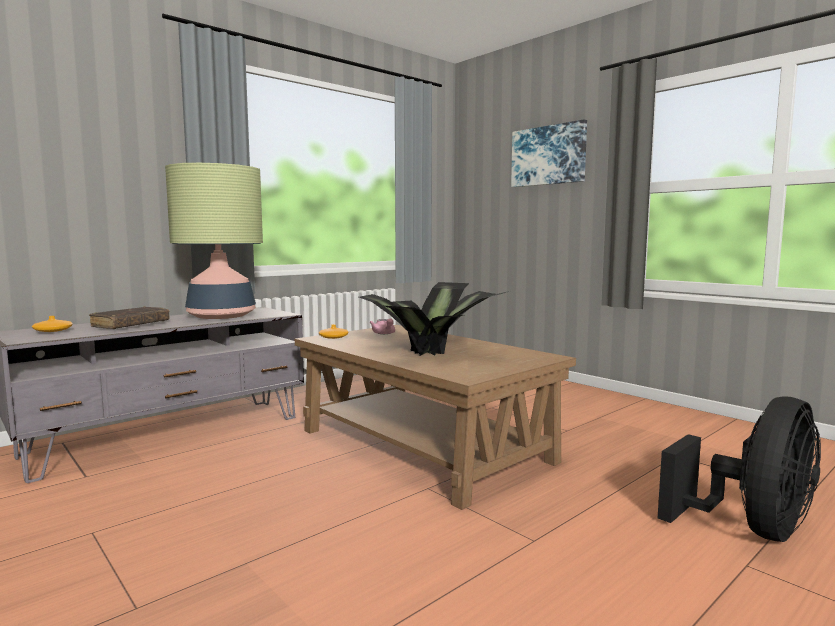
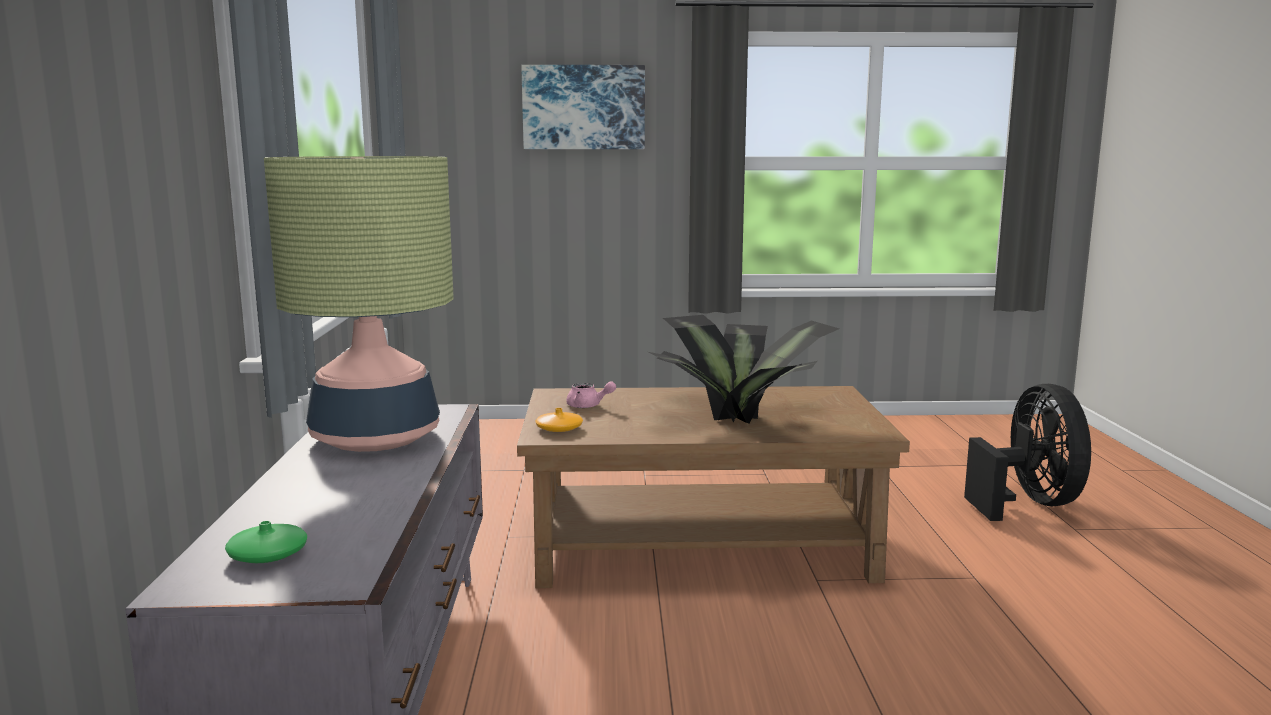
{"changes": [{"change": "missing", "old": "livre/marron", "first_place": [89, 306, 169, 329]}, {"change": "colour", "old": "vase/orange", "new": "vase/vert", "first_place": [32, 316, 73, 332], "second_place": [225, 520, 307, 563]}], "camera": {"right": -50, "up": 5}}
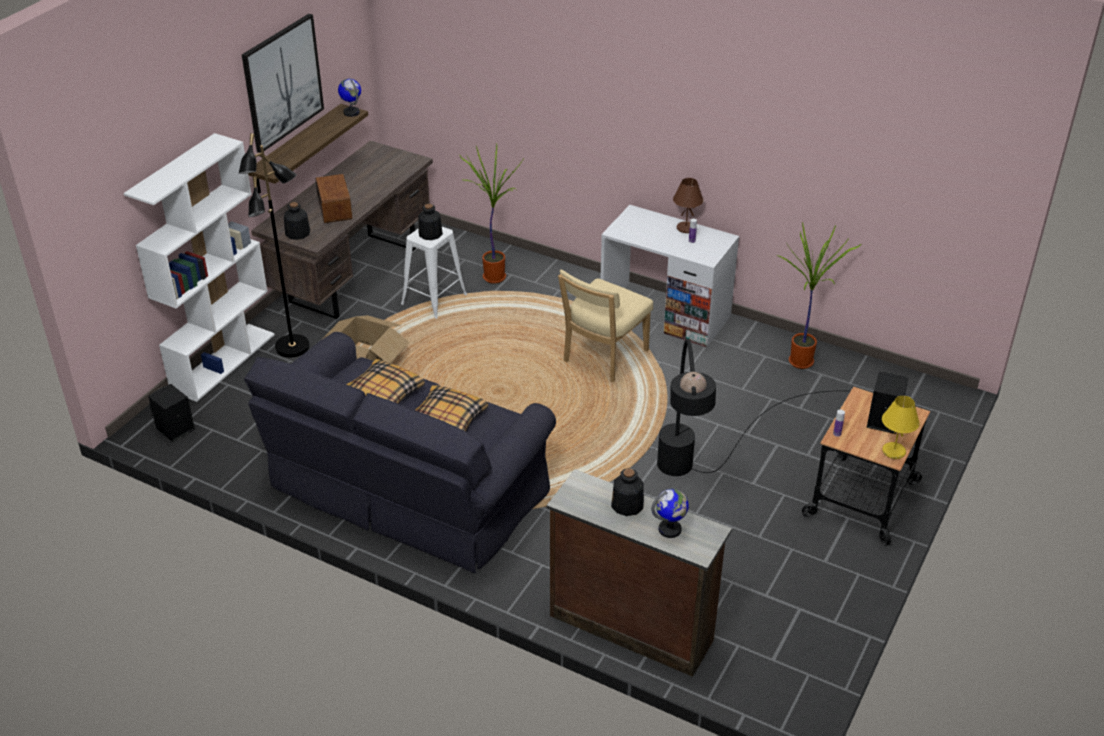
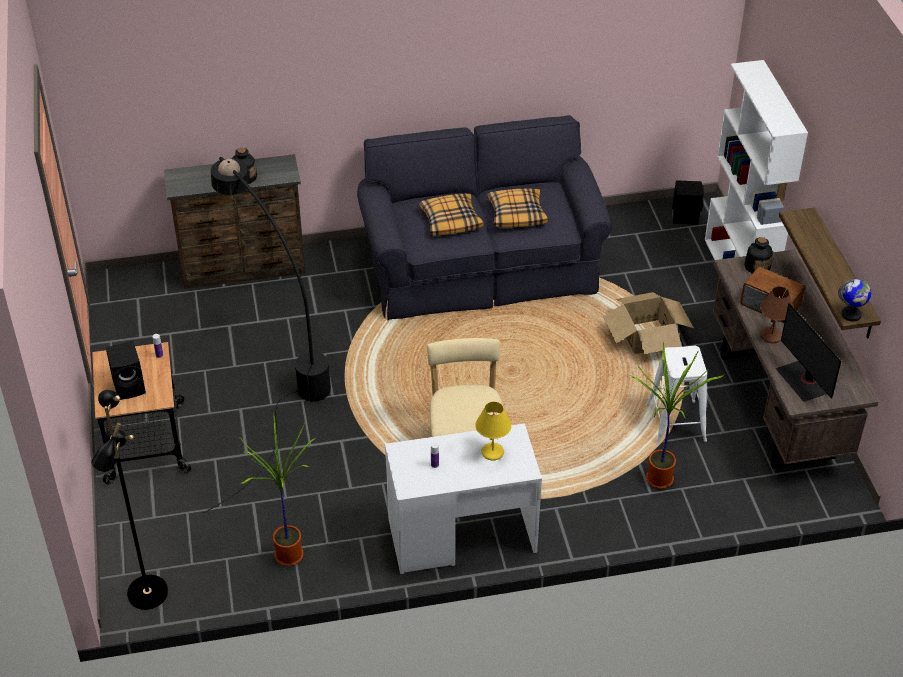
{"changes": [{"change": "missing", "old": "tableau", "first_place": [242, 14, 324, 153]}, {"change": "relocated", "old": "lampadaire/noir", "first_place": [239, 133, 310, 358], "second_place": [91, 390, 168, 610]}, {"change": "relocated", "old": "lampe de table/marron", "first_place": [673, 178, 703, 233], "second_place": [760, 286, 793, 343]}, {"change": "missing", "old": "bouteille", "first_place": [418, 204, 443, 240]}, {"change": "relocated", "old": "lampe de table/jaune", "first_place": [882, 396, 920, 459], "second_place": [475, 402, 512, 461]}, {"change": "missing", "old": "globe", "first_place": [651, 489, 689, 538]}, {"change": "appeared", "new": "écran d'ordinateur", "second_place": [776, 303, 841, 402]}], "camera": {"right": 140, "up": 5}}
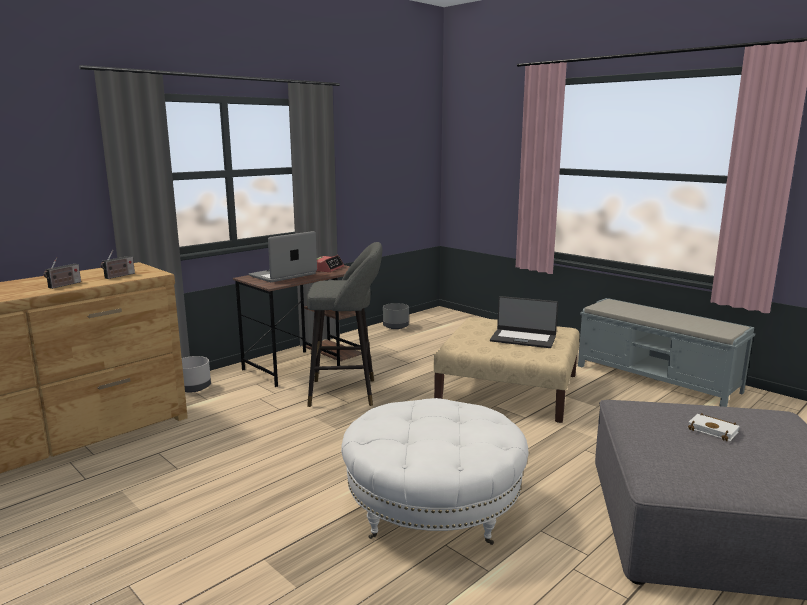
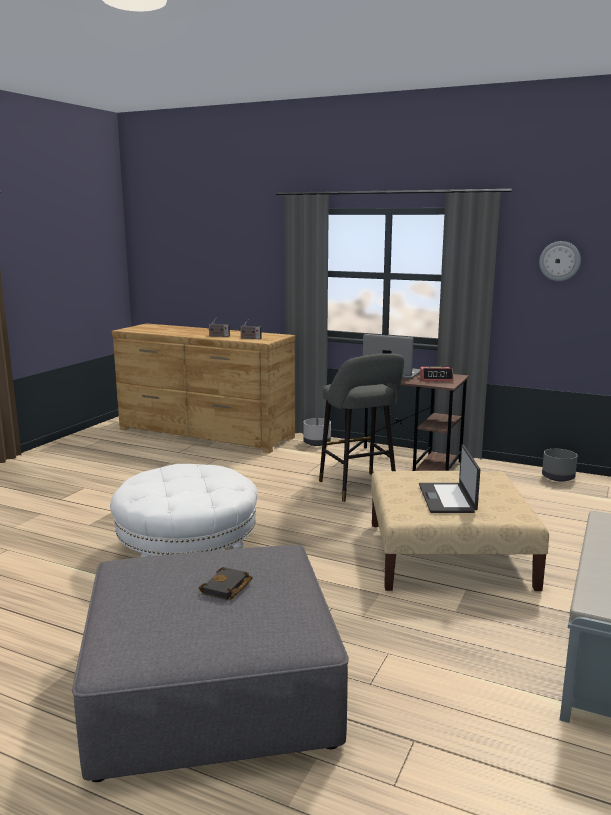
{"changes": [{"change": "colour", "old": "livre/blanc", "new": "livre/noir", "first_place": [688, 413, 740, 441], "second_place": [199, 567, 253, 600]}, {"change": "appeared", "new": "horloge murale", "second_place": [539, 241, 581, 281]}], "camera": {"right": 70, "up": 0}}
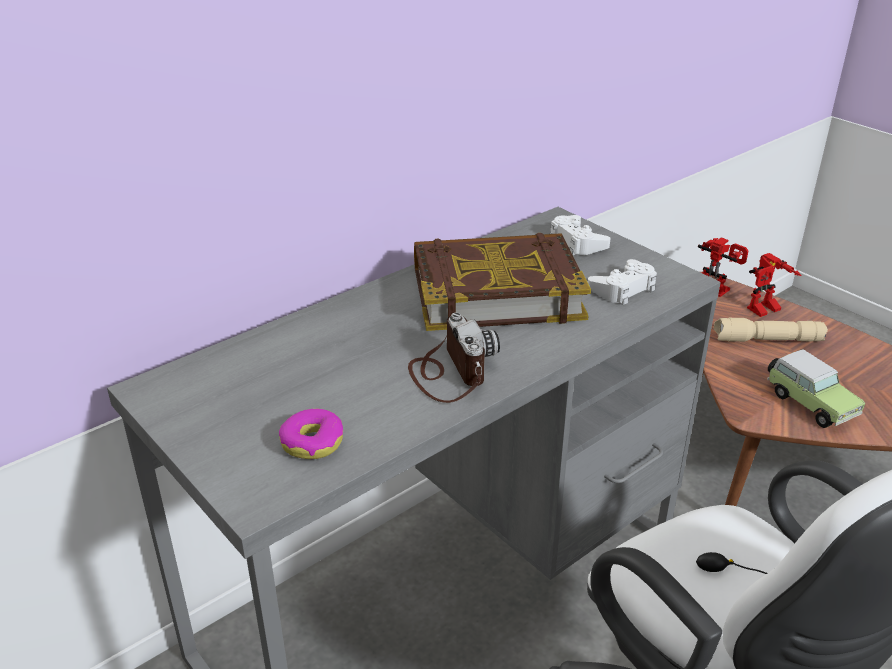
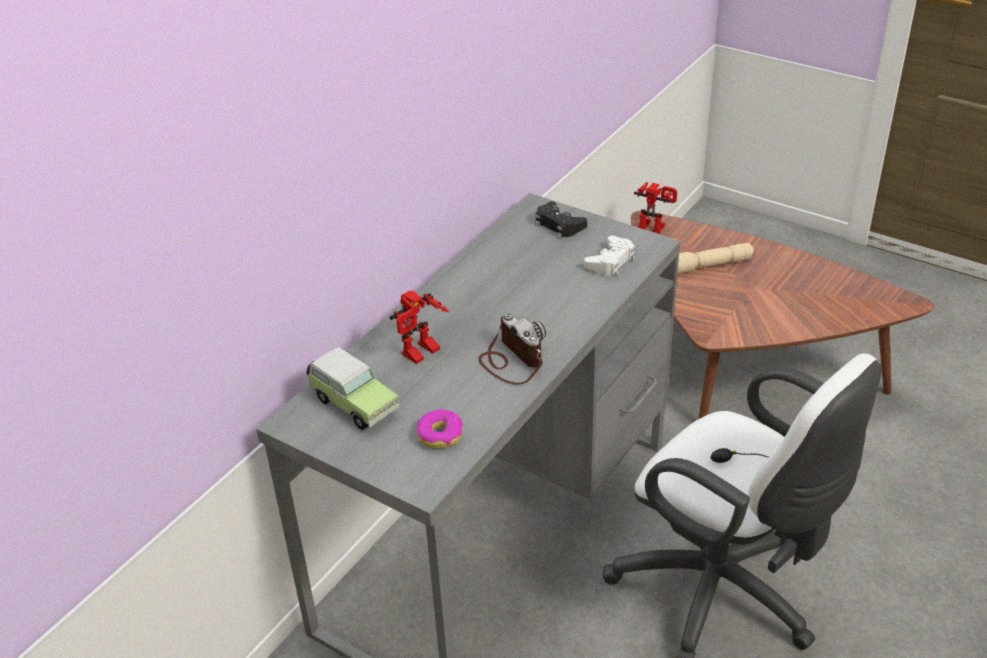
{"changes": [{"change": "colour", "old": "manette/blanc", "new": "manette/noir", "first_place": [550, 215, 611, 255], "second_place": [535, 201, 587, 239]}, {"change": "missing", "old": "livre", "first_place": [414, 233, 591, 331]}, {"change": "relocated", "old": "robot jouet", "first_place": [747, 253, 802, 317], "second_place": [390, 290, 449, 364]}, {"change": "relocated", "old": "petite voiture", "first_place": [767, 349, 866, 428], "second_place": [306, 347, 400, 430]}], "camera": {"right": -15, "up": 5}}
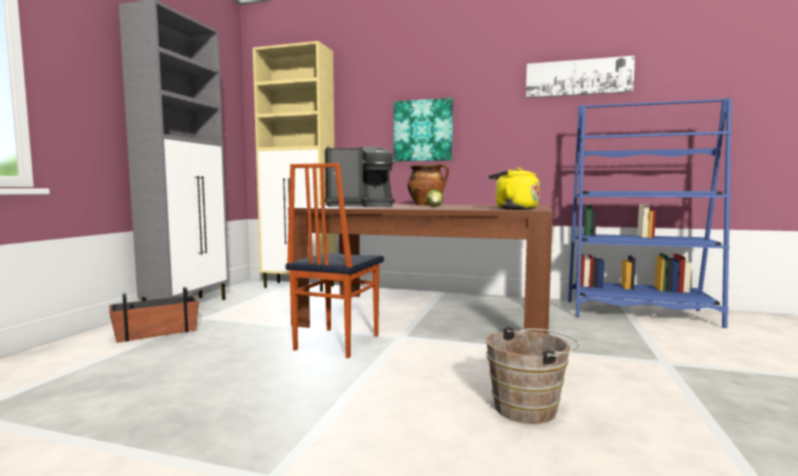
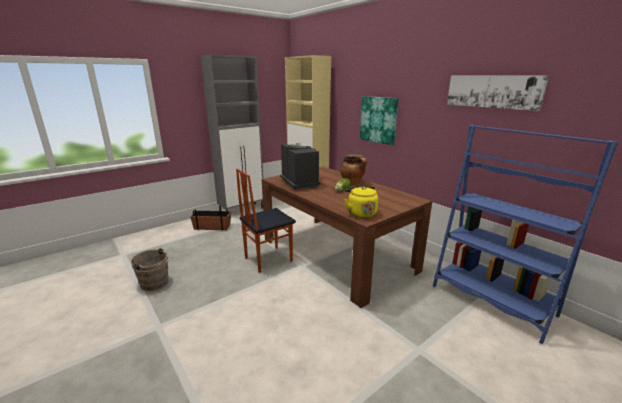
{"changes": [{"change": "spun", "old": "machine à café", "first_place": [325, 147, 395, 207], "second_place": [280, 144, 320, 190], "degrees": -135}, {"change": "relocated", "old": "seau/marron", "first_place": [486, 327, 579, 424], "second_place": [131, 248, 171, 291]}], "camera": {"right": 35, "up": 15}}
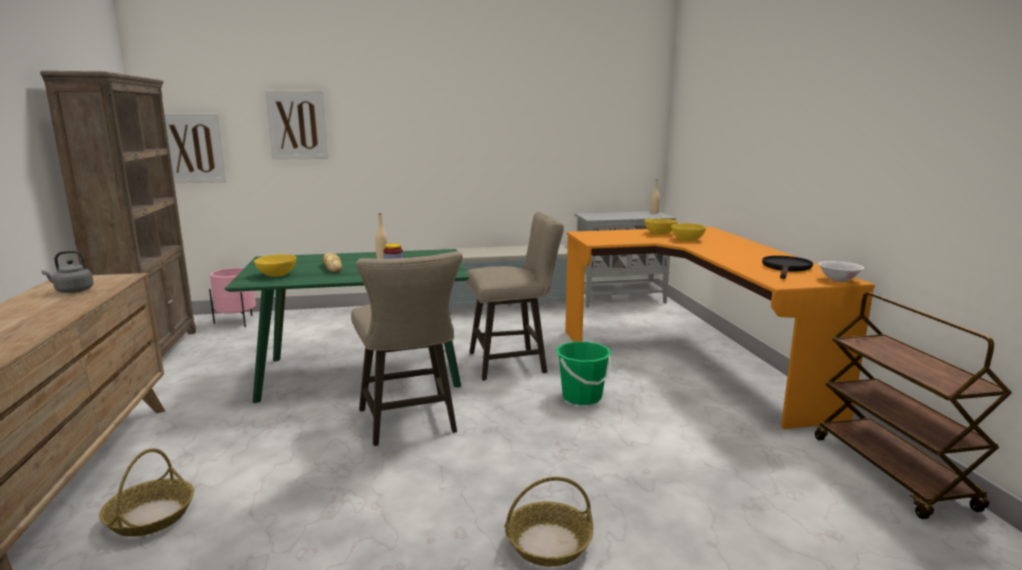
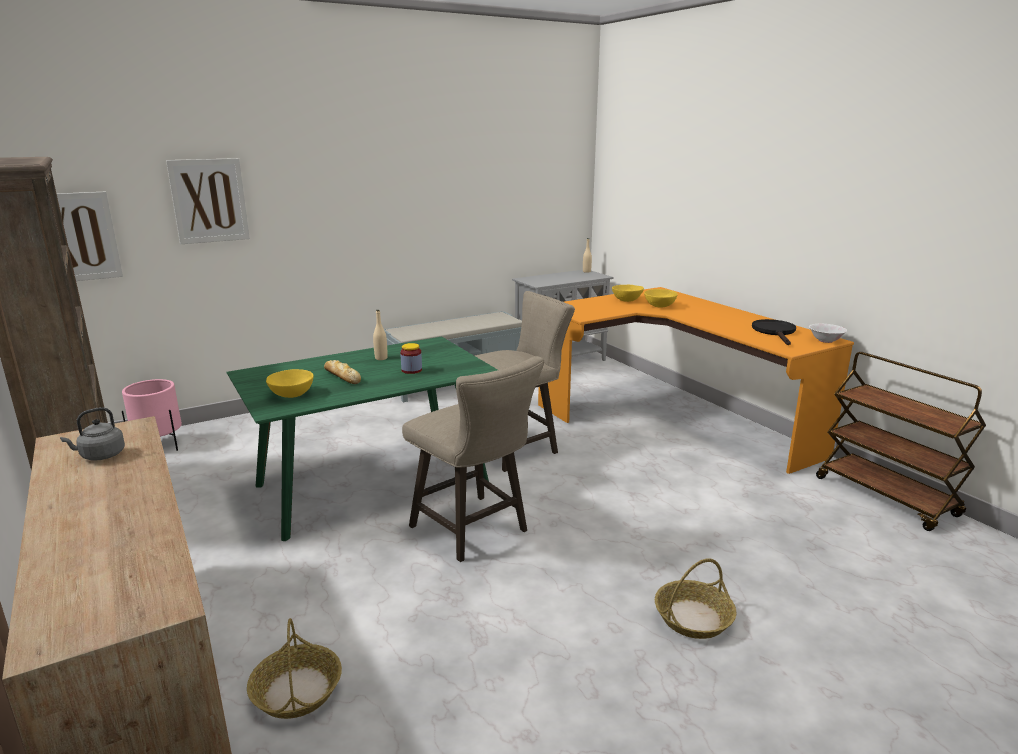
{"changes": [{"change": "missing", "old": "seau/vert", "first_place": [556, 342, 612, 405]}], "camera": {"right": -20, "up": 5}}
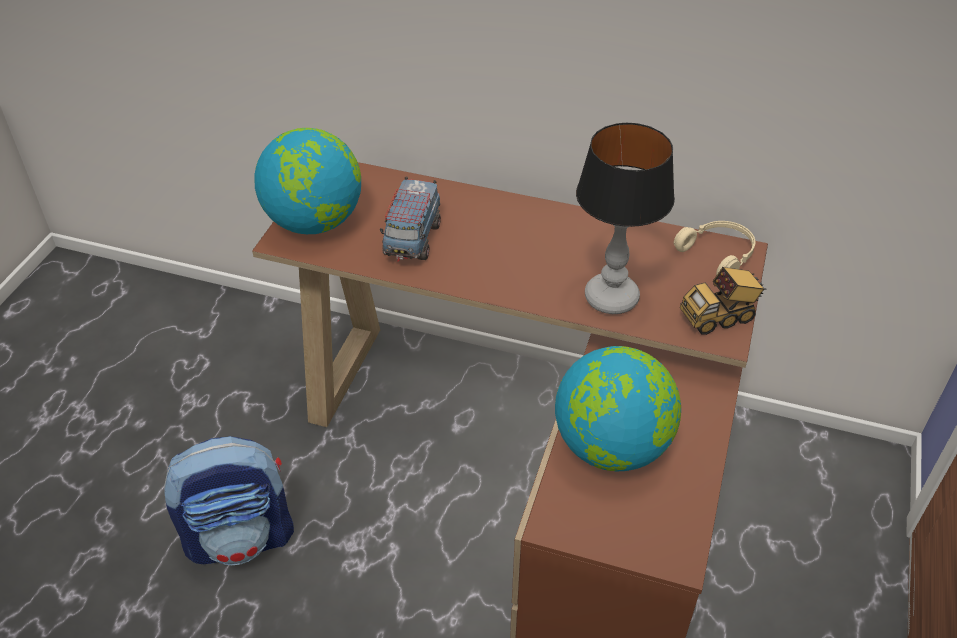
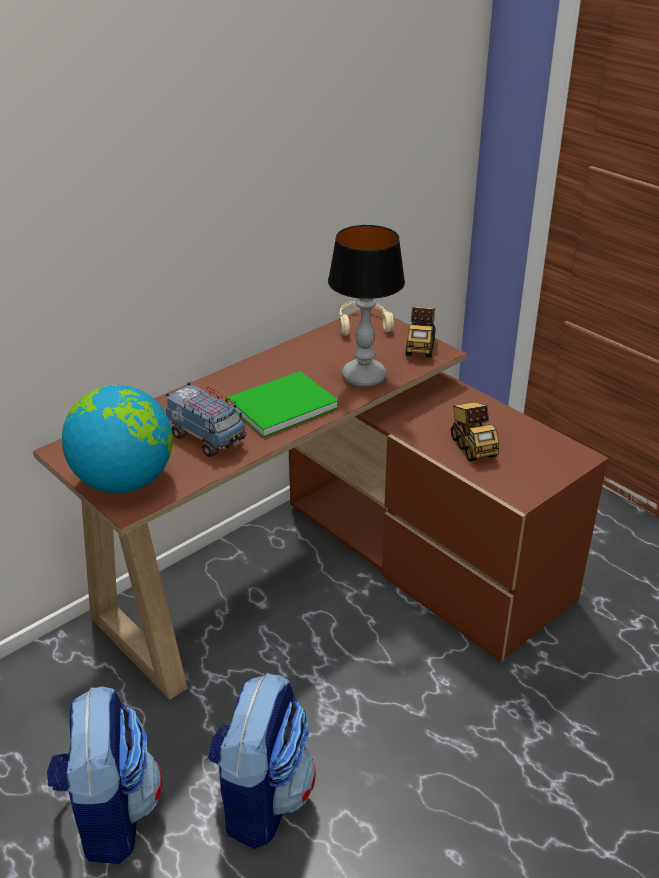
{"changes": [{"change": "exchanged", "old": "globe", "new": "camion jouet", "first_place": [555, 346, 681, 471], "second_place": [451, 402, 499, 462]}, {"change": "appeared", "new": "livre/vert", "second_place": [226, 371, 339, 437]}, {"change": "appeared", "new": "sac à dos", "second_place": [47, 686, 162, 864]}], "camera": {"right": -60, "up": -10}}
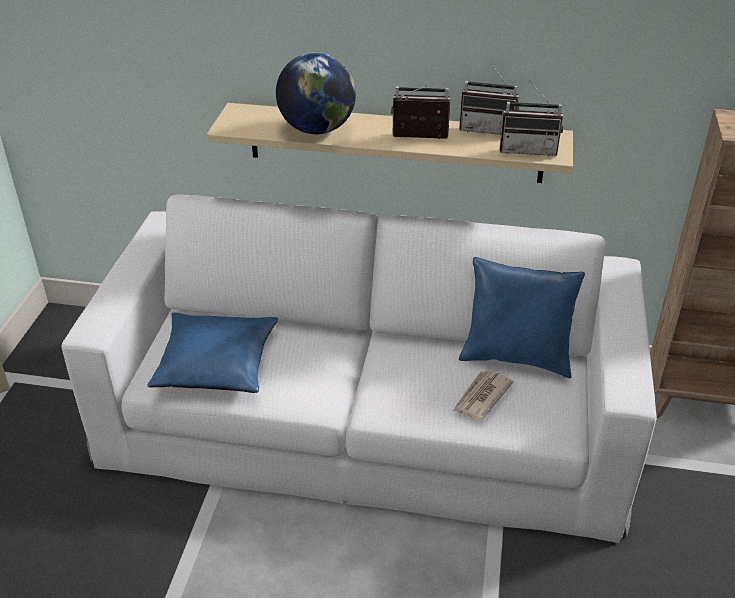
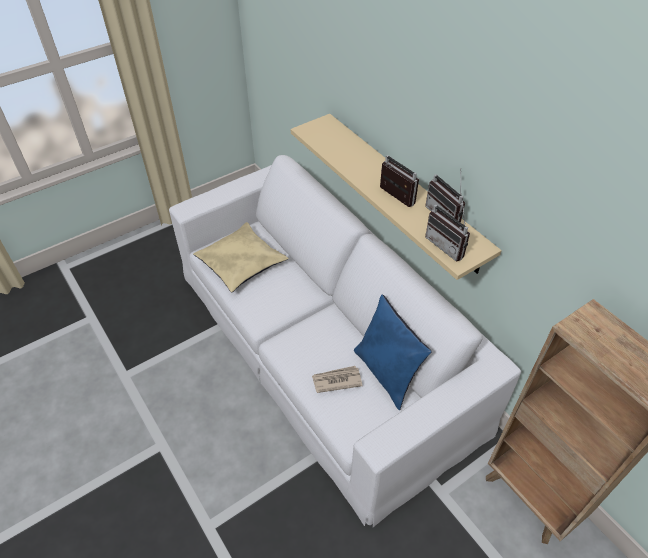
{"changes": [{"change": "missing", "old": "globe", "first_place": [276, 52, 356, 134]}, {"change": "colour", "old": "coussin/bleu", "new": "coussin/beige", "first_place": [147, 313, 278, 393], "second_place": [193, 222, 289, 292]}], "camera": {"right": 45, "up": 10}}
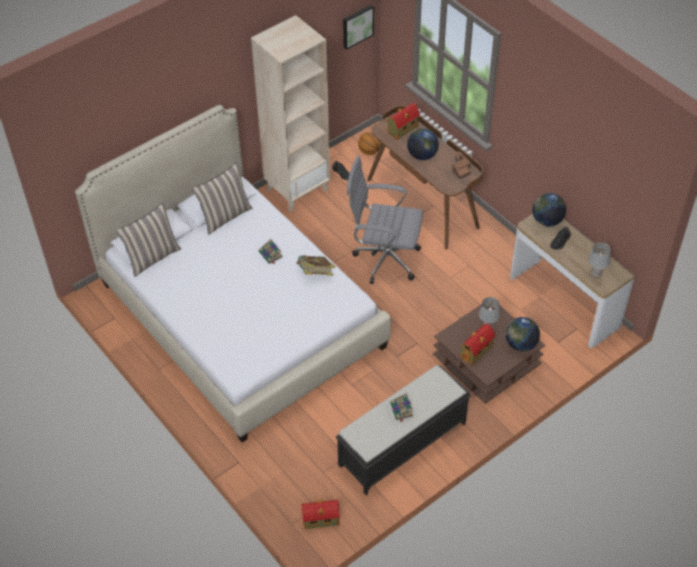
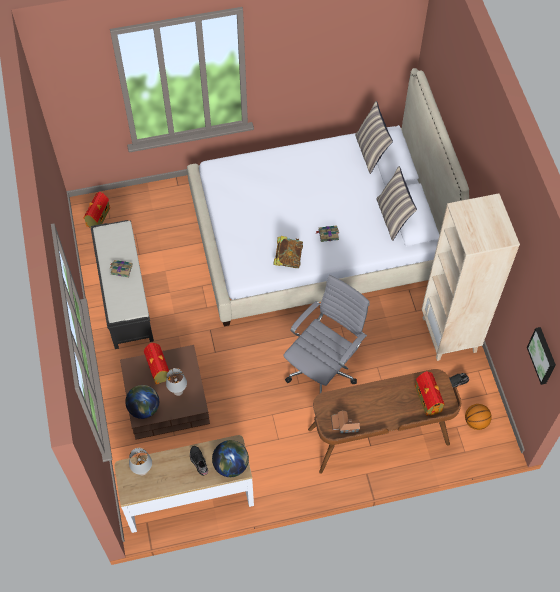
{"changes": [{"change": "missing", "old": "globe", "first_place": [407, 129, 439, 160]}], "camera": {"right": 115, "up": 10}}
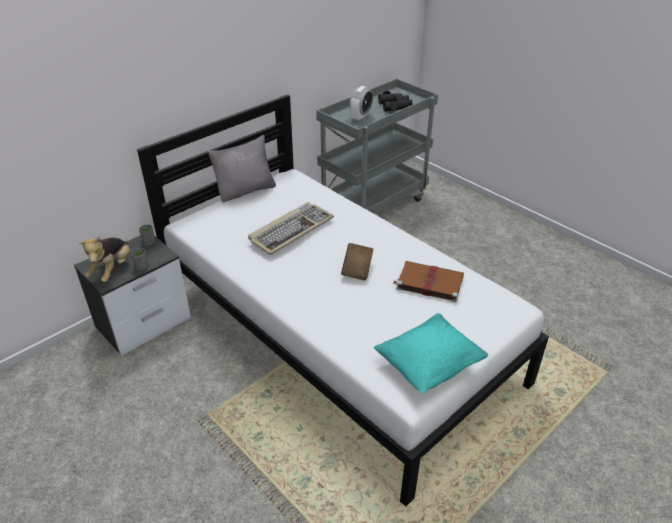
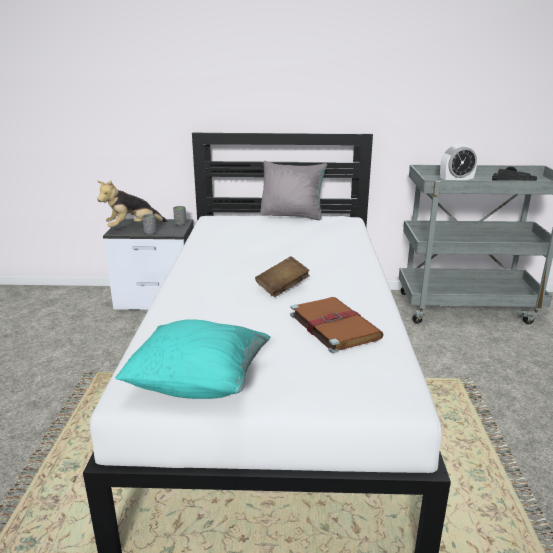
{"changes": [{"change": "missing", "old": "clavier", "first_place": [248, 202, 334, 255]}], "camera": {"right": 45, "up": -15}}
